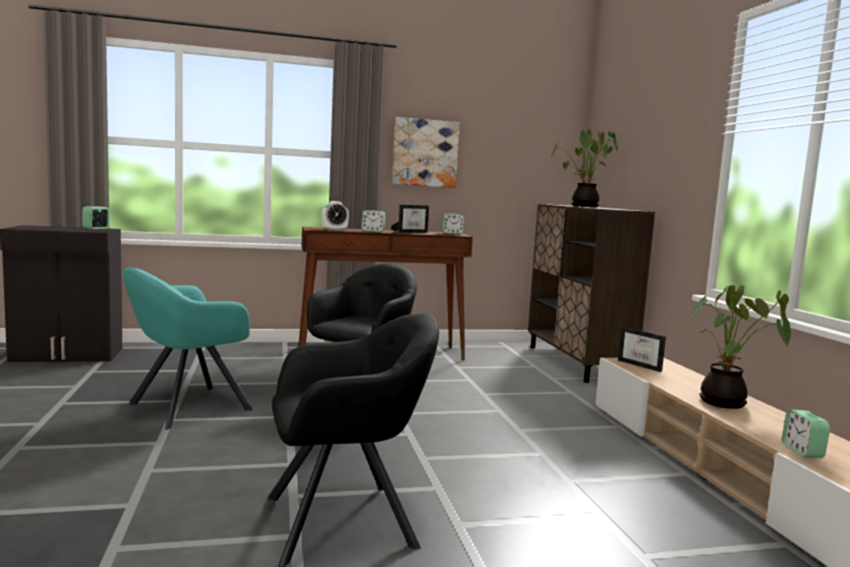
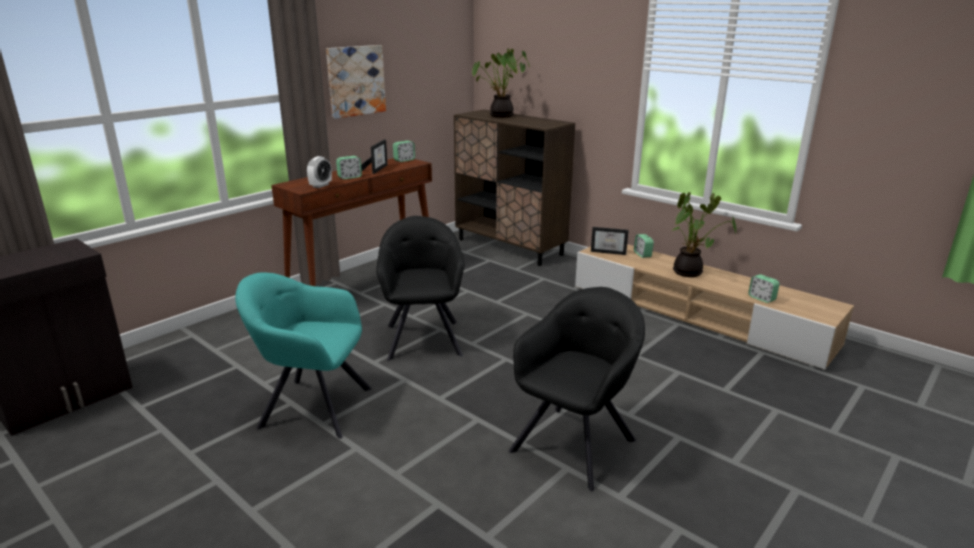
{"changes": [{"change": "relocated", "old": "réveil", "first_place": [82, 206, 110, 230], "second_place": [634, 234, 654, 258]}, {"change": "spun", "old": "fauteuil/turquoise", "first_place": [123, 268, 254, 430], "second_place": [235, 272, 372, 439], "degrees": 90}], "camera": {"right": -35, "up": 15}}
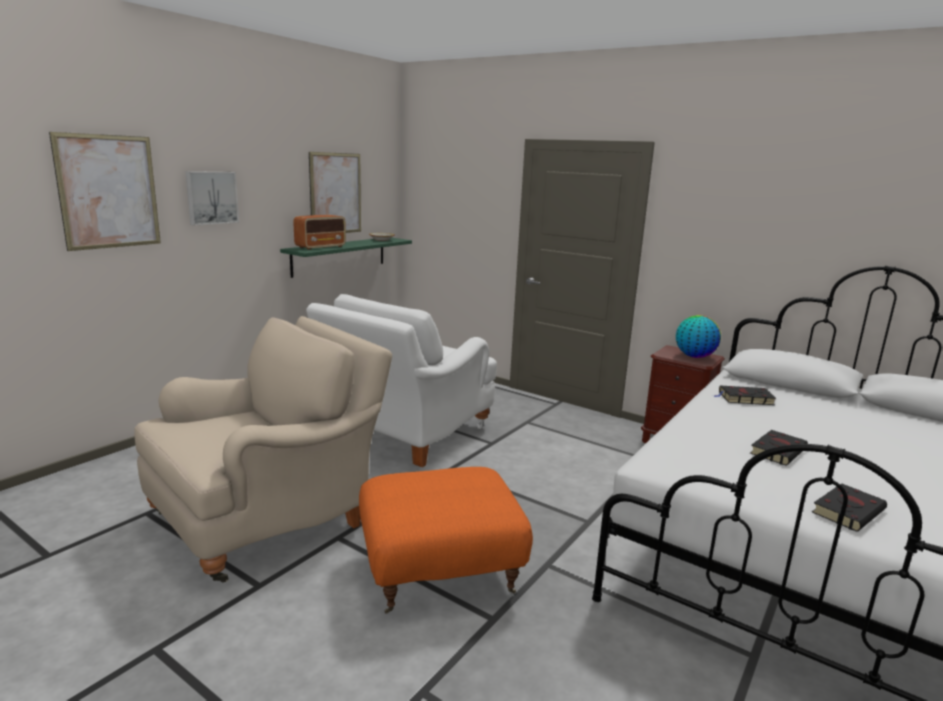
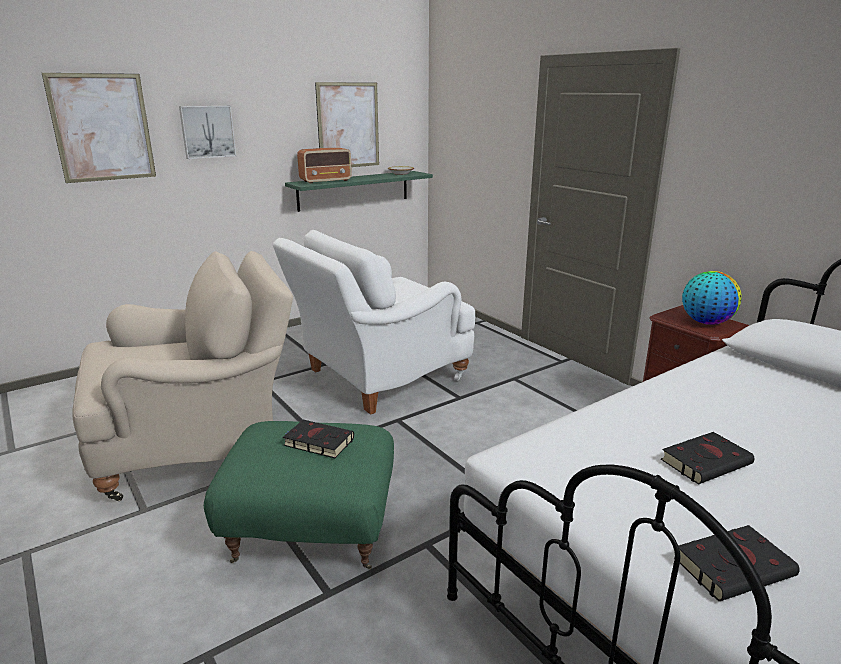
{"changes": [{"change": "relocated", "old": "livre/noir", "first_place": [713, 385, 776, 405], "second_place": [283, 420, 354, 458]}, {"change": "colour", "old": "pouf/orange", "new": "pouf/vert", "first_place": [359, 467, 533, 614], "second_place": [204, 421, 394, 570]}], "camera": {"right": 20, "up": 5}}
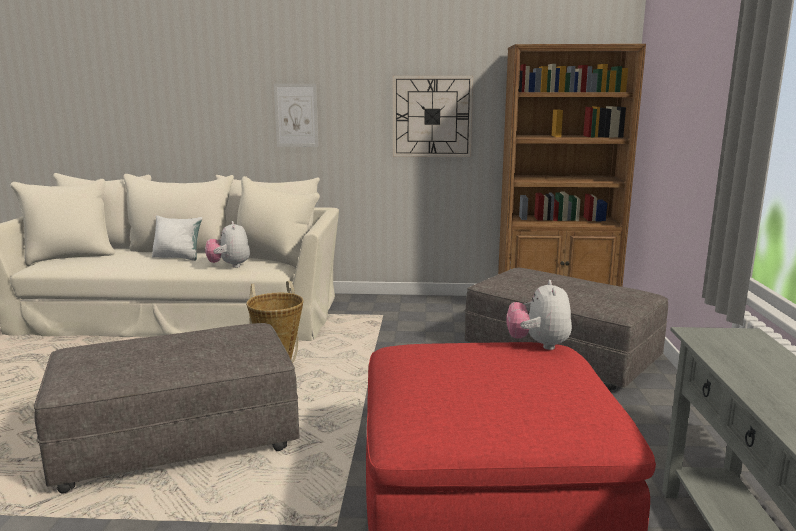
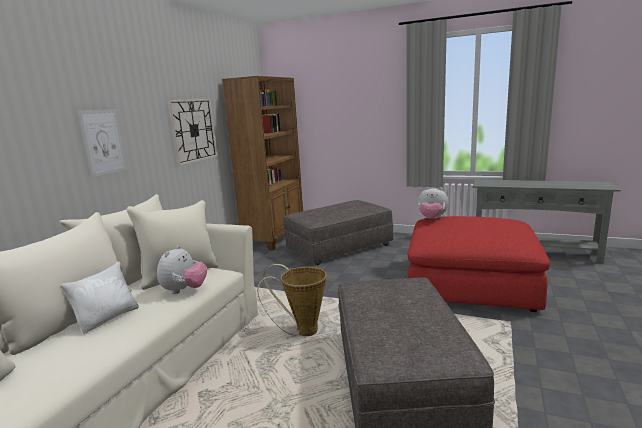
{"changes": [{"change": "spun", "old": "peluche", "first_place": [205, 221, 250, 268], "second_place": [157, 245, 207, 294], "degrees": -75}], "camera": {"right": -70, "up": 0}}
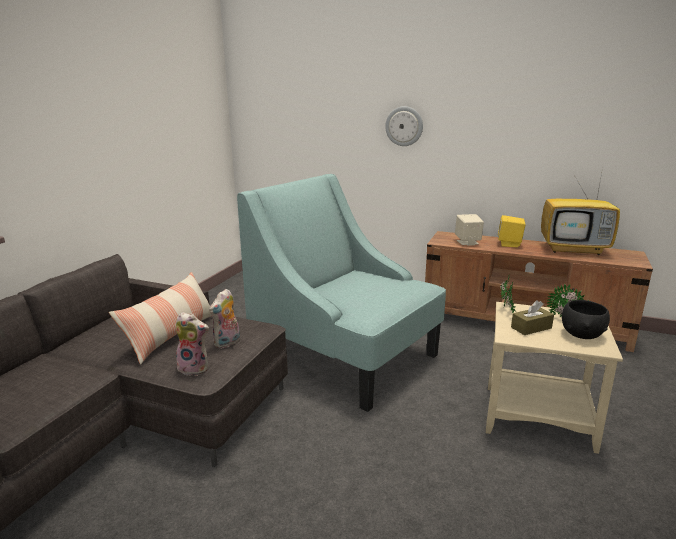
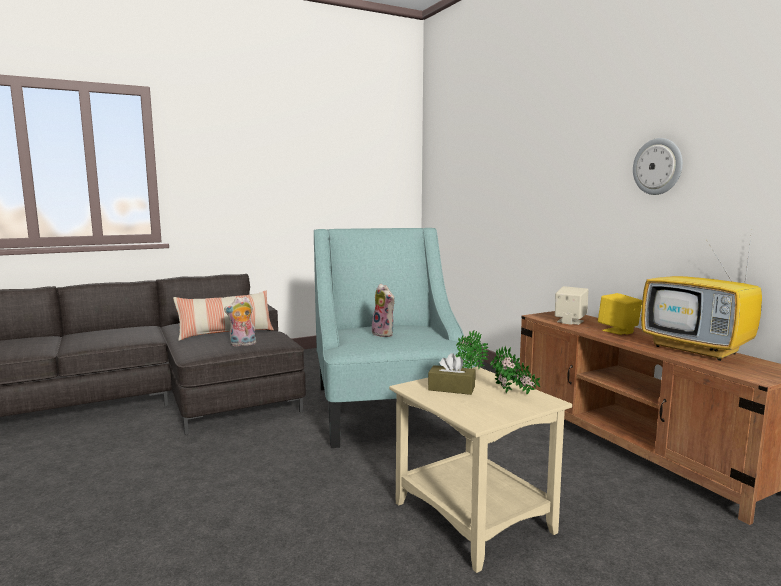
{"changes": [{"change": "relocated", "old": "horloge murale", "first_place": [385, 106, 423, 146], "second_place": [633, 138, 683, 195]}, {"change": "missing", "old": "bol/noir", "first_place": [562, 300, 610, 339]}, {"change": "relocated", "old": "peluche", "first_place": [175, 312, 209, 376], "second_place": [372, 284, 395, 337]}], "camera": {"right": 40, "up": -10}}
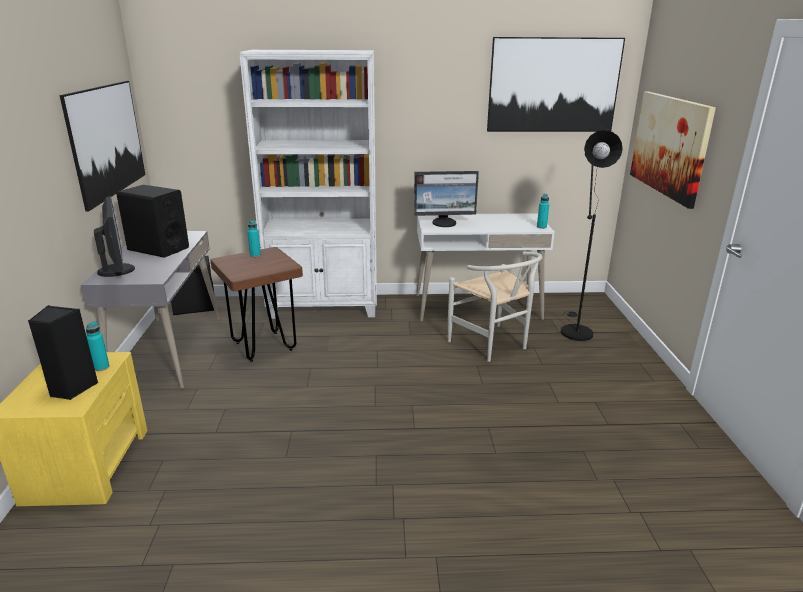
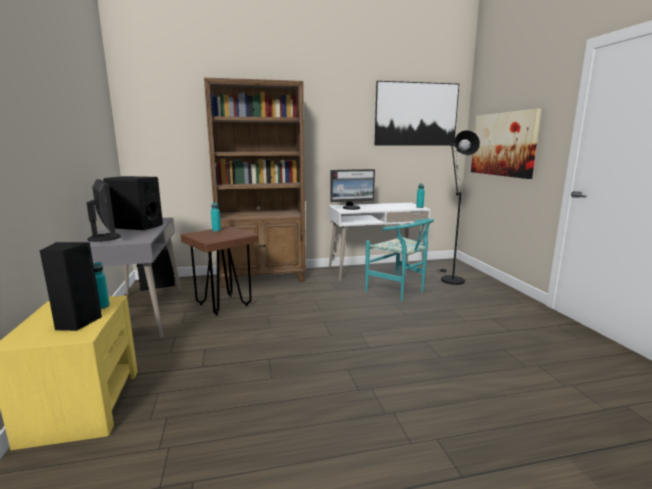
{"changes": [{"change": "colour", "old": "bibliothèque/blanc", "new": "bibliothèque/marron", "first_place": [239, 50, 377, 319], "second_place": [204, 77, 306, 288]}, {"change": "missing", "old": "tableau", "first_place": [60, 81, 145, 212]}, {"change": "colour", "old": "chaise/blanc", "new": "chaise/turquoise", "first_place": [448, 251, 542, 362], "second_place": [365, 219, 434, 301]}], "camera": {"right": -10, "up": -10}}
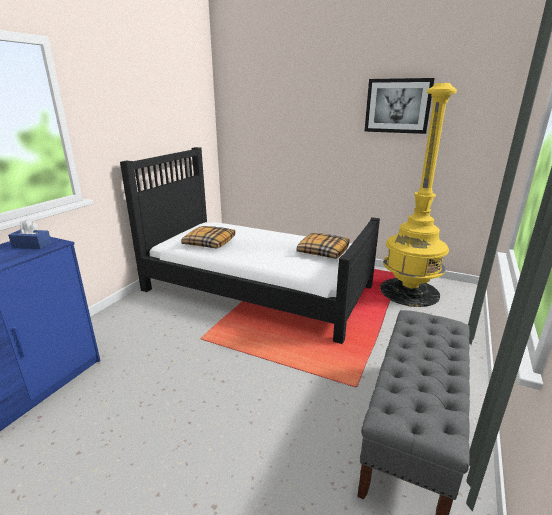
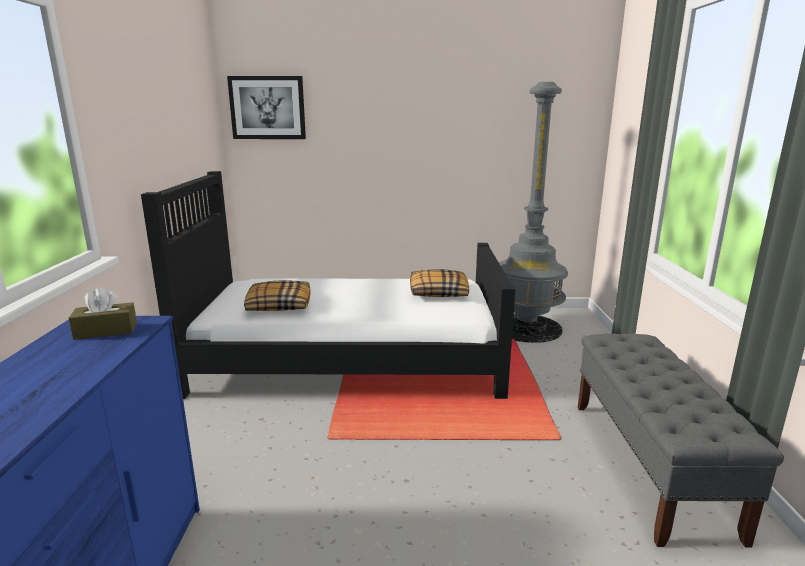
{"changes": [{"change": "relocated", "old": "tableau", "first_place": [365, 78, 435, 134], "second_place": [227, 76, 306, 139]}, {"change": "colour", "old": "lampadaire/jaune", "new": "lampadaire/gris", "first_place": [380, 83, 457, 307], "second_place": [499, 82, 568, 343]}, {"change": "colour", "old": "boîte à mouchoirs/bleu", "new": "boîte à mouchoirs/marron", "first_place": [8, 220, 52, 249], "second_place": [68, 288, 137, 340]}], "camera": {"right": -25, "up": -5}}
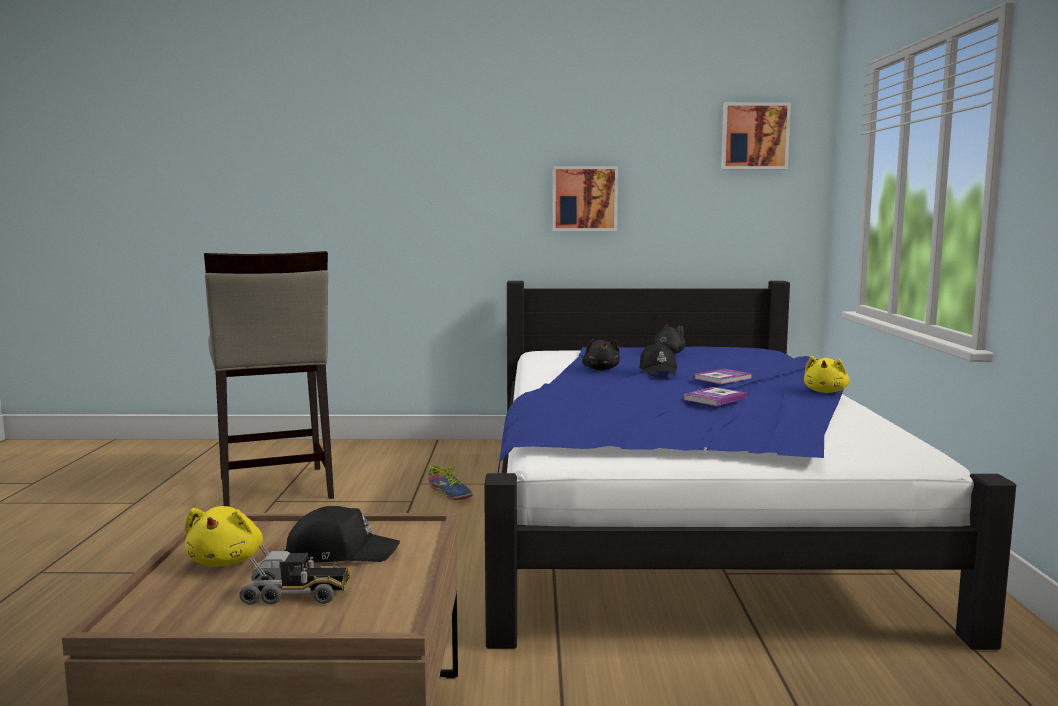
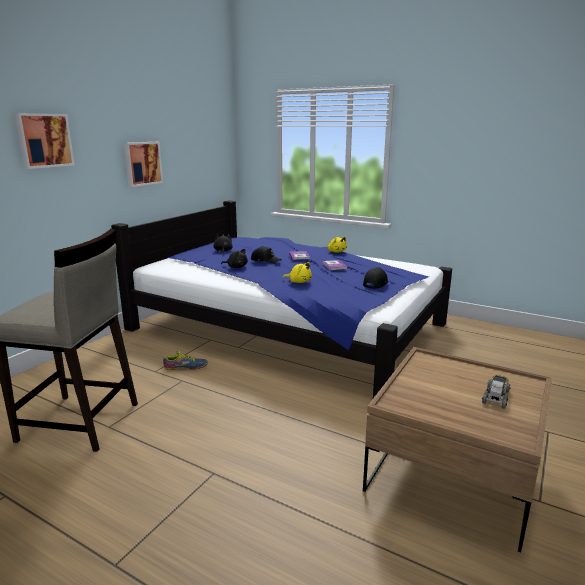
{"changes": [{"change": "relocated", "old": "tableau", "first_place": [721, 103, 791, 169], "second_place": [14, 113, 75, 169]}, {"change": "relocated", "old": "peluche/jaune", "first_place": [185, 506, 263, 567], "second_place": [282, 262, 312, 283]}, {"change": "relocated", "old": "casquette/noir", "first_place": [284, 506, 400, 563], "second_place": [363, 267, 388, 289]}], "camera": {"right": -60, "up": 10}}
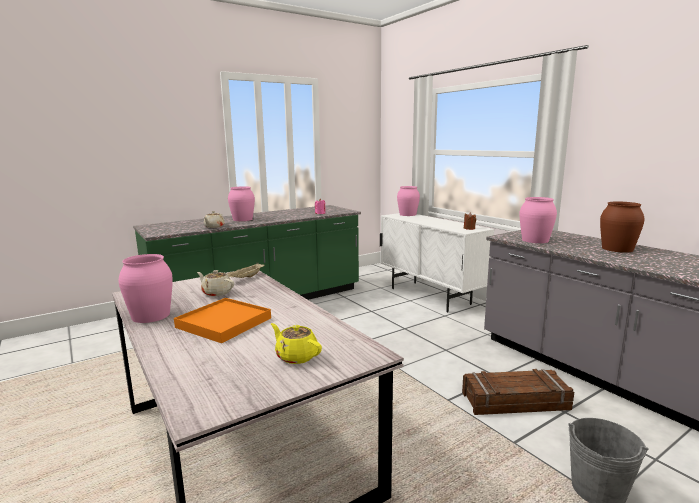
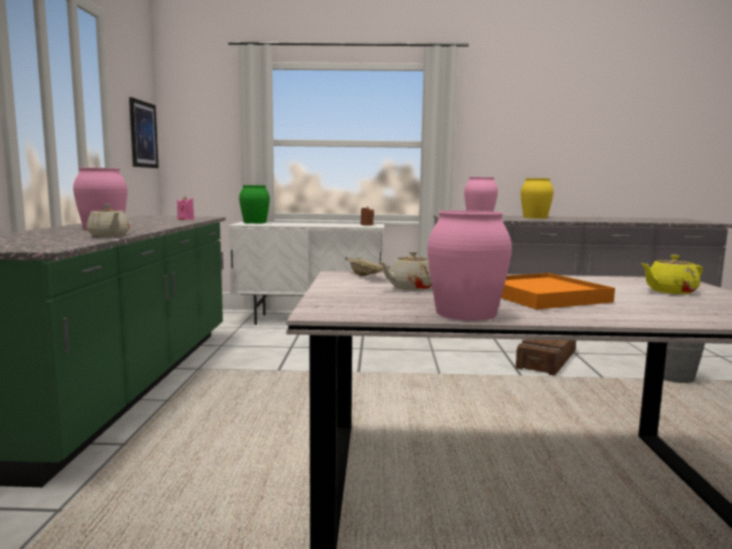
{"changes": [{"change": "colour", "old": "vase/rose", "new": "vase/vert", "first_place": [397, 186, 420, 216], "second_place": [239, 185, 270, 224]}, {"change": "colour", "old": "vase/marron", "new": "vase/jaune", "first_place": [600, 202, 644, 253], "second_place": [521, 178, 554, 218]}, {"change": "appeared", "new": "tableau", "second_place": [129, 97, 159, 168]}], "camera": {"right": -55, "up": -5}}
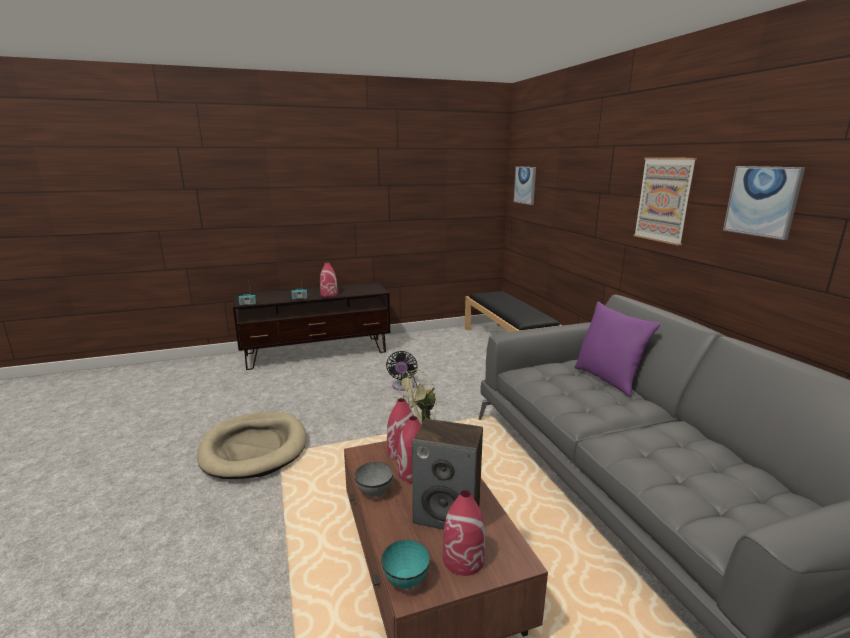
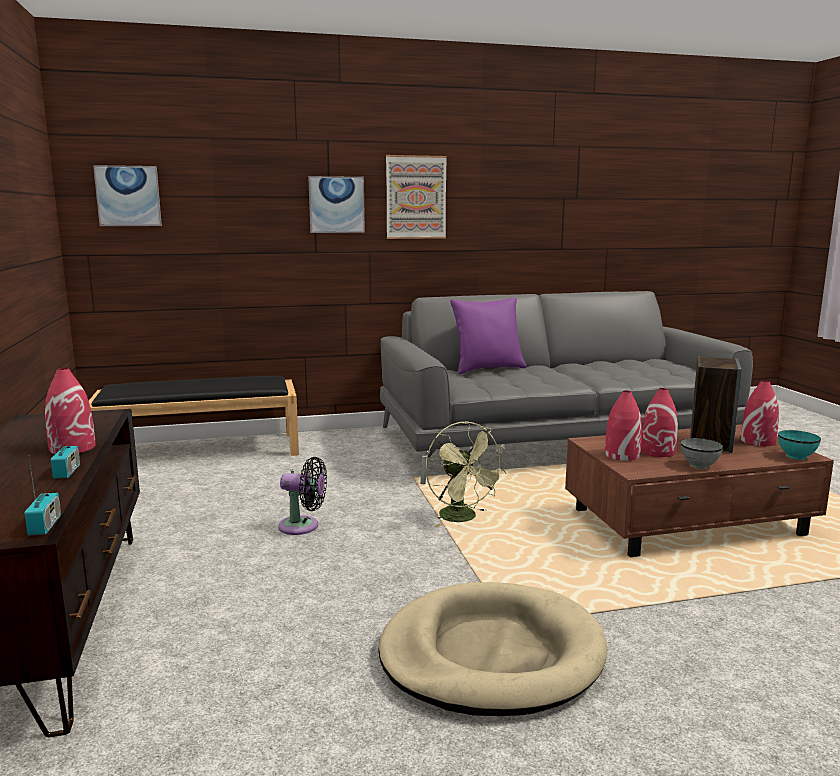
{"changes": [{"change": "relocated", "old": "tableau", "first_place": [723, 166, 805, 240], "second_place": [308, 176, 365, 233]}], "camera": {"right": -85, "up": -5}}
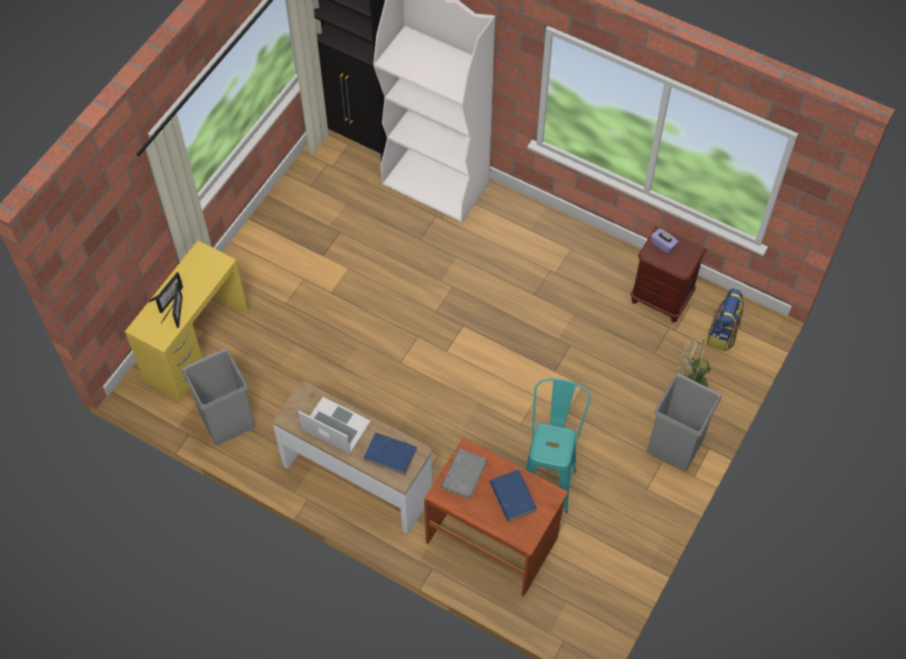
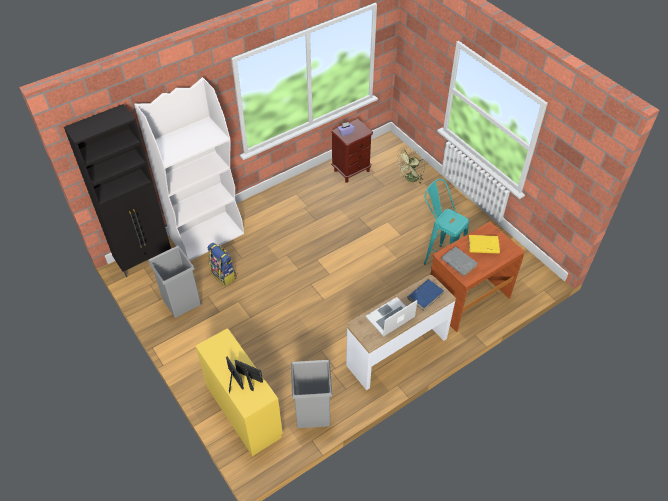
{"changes": [{"change": "relocated", "old": "sac à dos", "first_place": [707, 289, 744, 352], "second_place": [208, 243, 237, 286]}, {"change": "relocated", "old": "poubelle/gris", "first_place": [647, 373, 722, 471], "second_place": [149, 246, 201, 318]}, {"change": "colour", "old": "livre/bleu", "new": "livre/jaune", "first_place": [490, 469, 537, 521], "second_place": [468, 235, 500, 254]}], "camera": {"right": -65, "up": -10}}
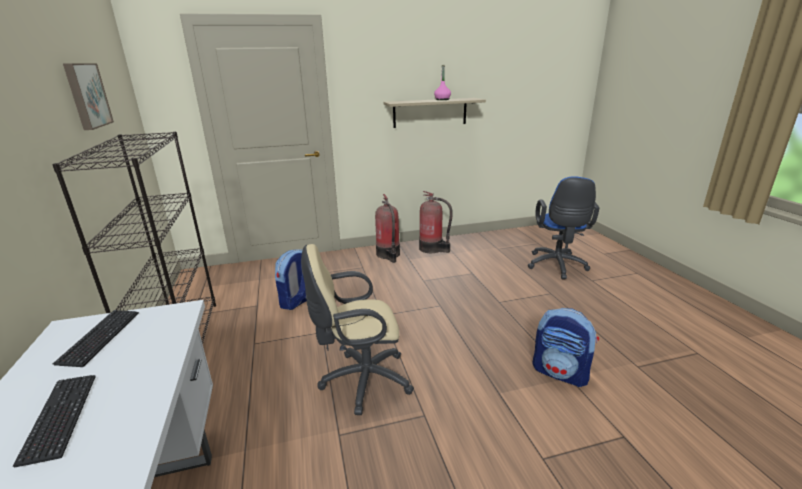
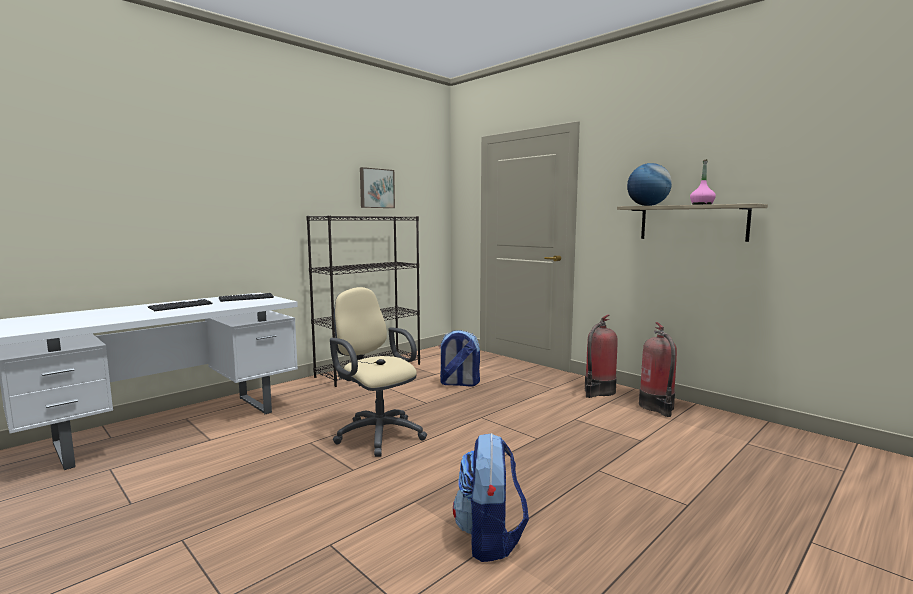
{"changes": [{"change": "missing", "old": "chaise de bureau/bleu", "first_place": [528, 176, 600, 280]}, {"change": "appeared", "new": "globe", "second_place": [627, 163, 672, 206]}], "camera": {"right": 60, "up": -15}}
